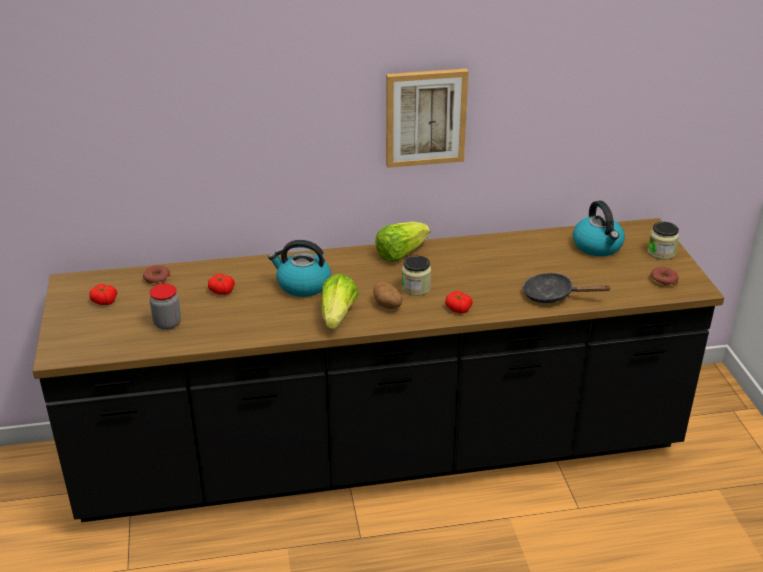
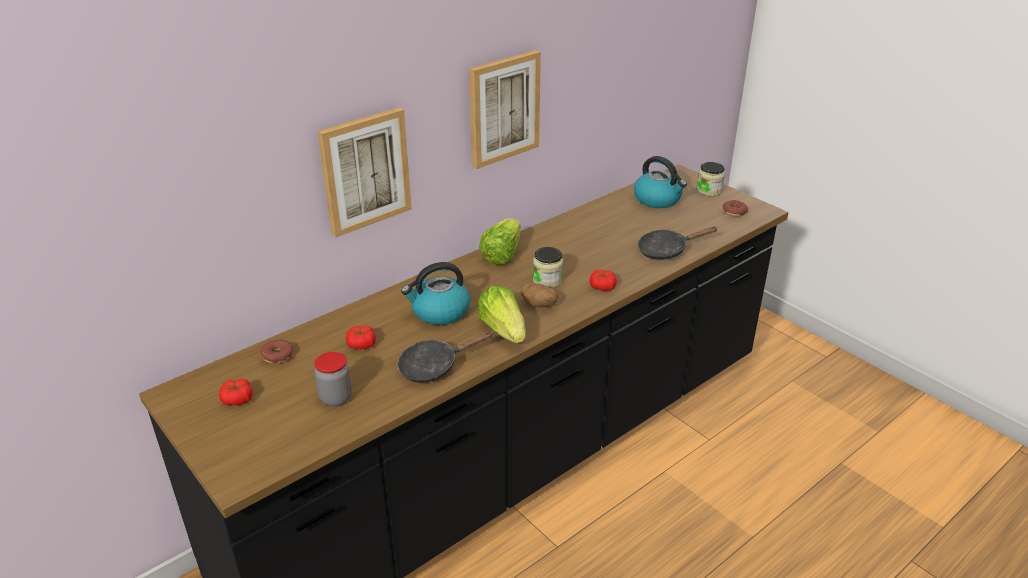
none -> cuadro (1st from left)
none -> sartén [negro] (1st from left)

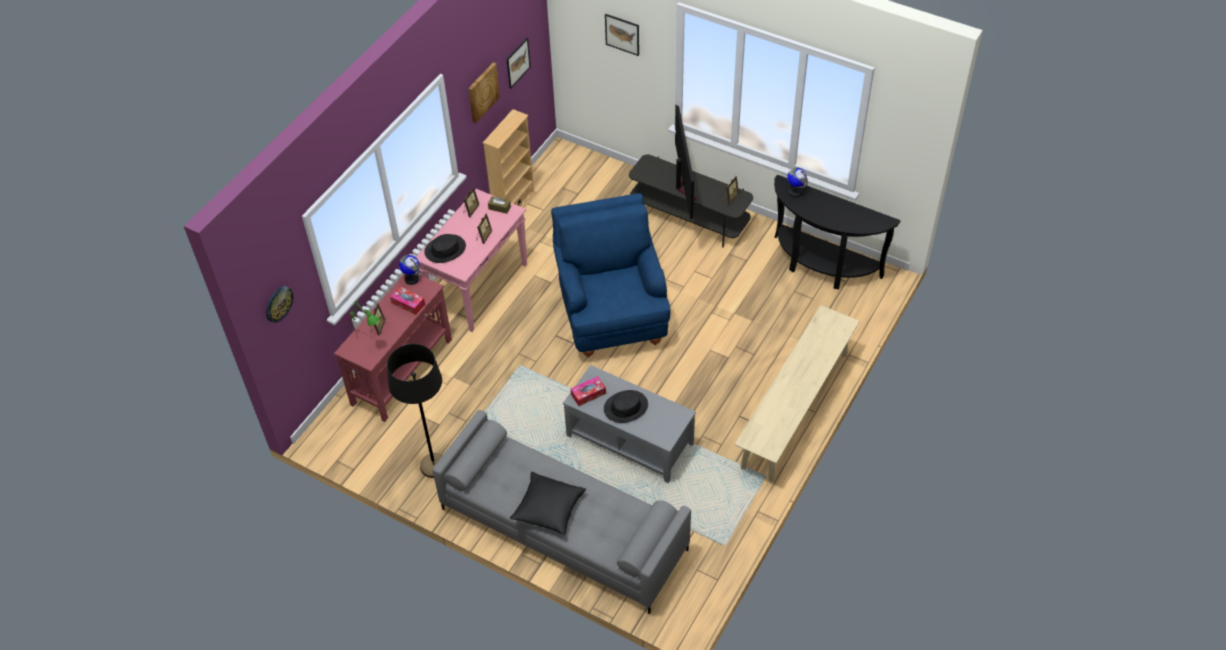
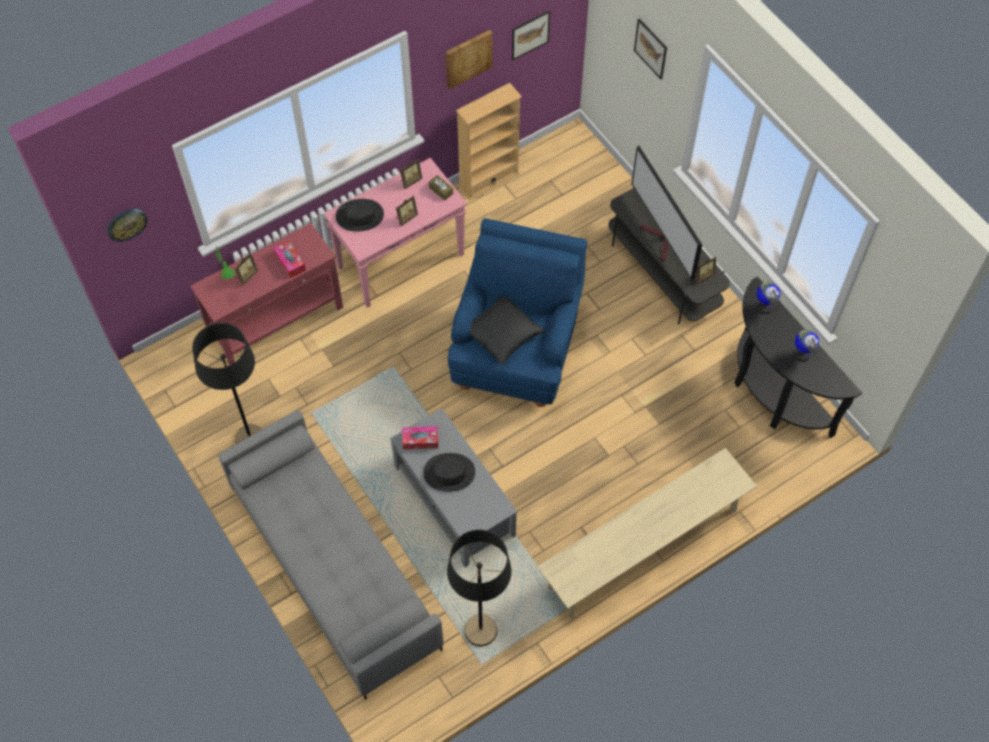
none -> lámpara de pie [negro] (2nd from left)
cojín [negro], moved
televisor, 135 degrees clockwise
globo terráqueo (1st from left in the first image) -> globo terráqueo (2nd from left), moved

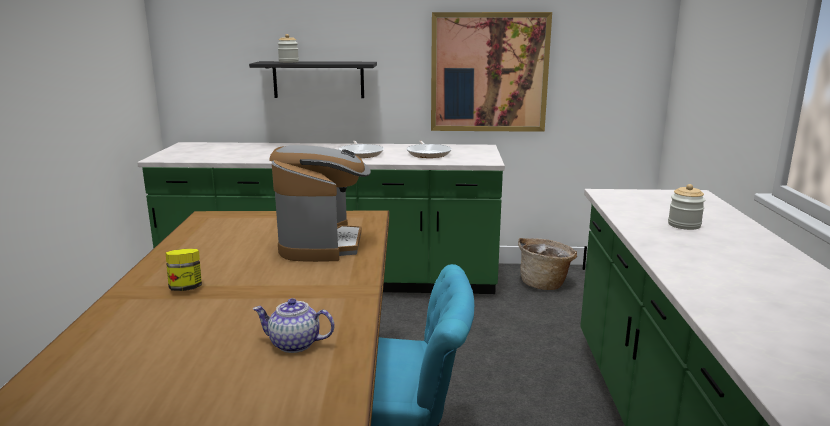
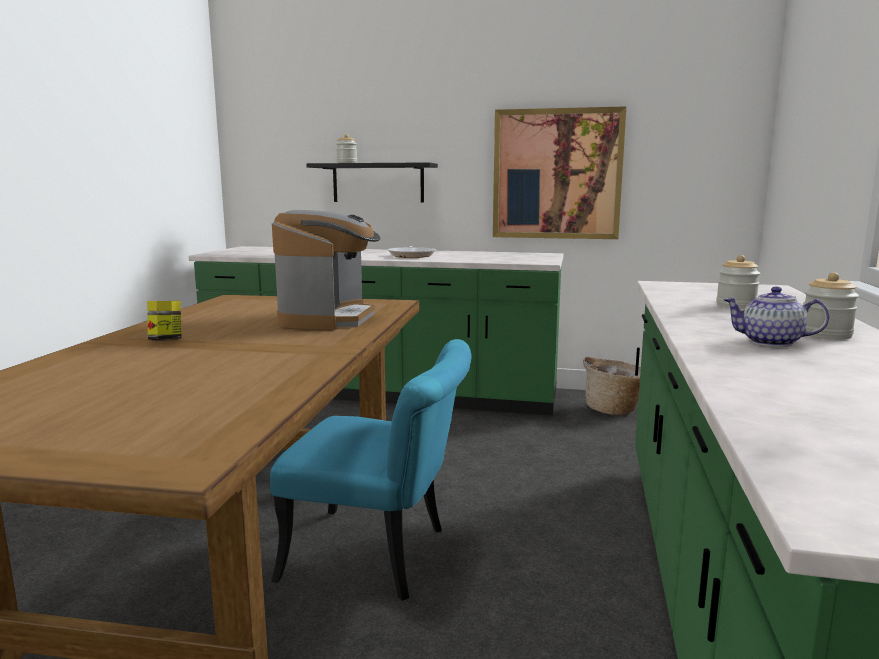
tetera, moved
none -> tarro (4th from left)
sartén (2nd from left) -> none

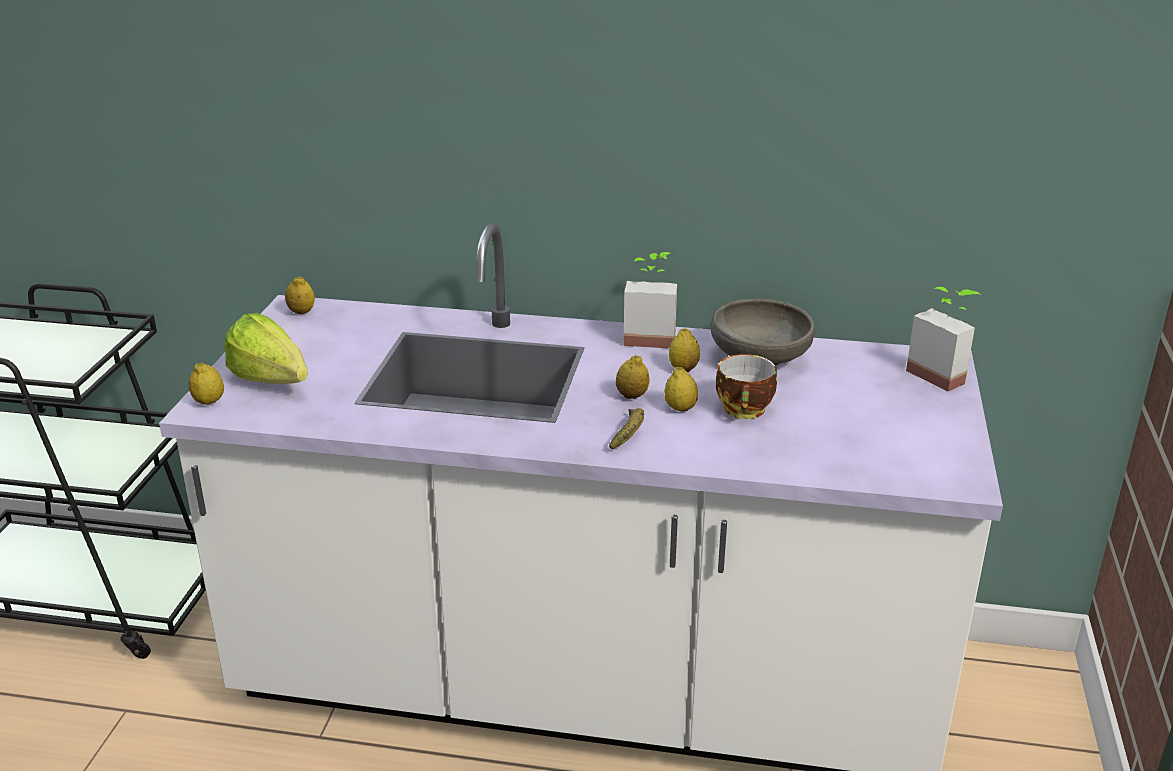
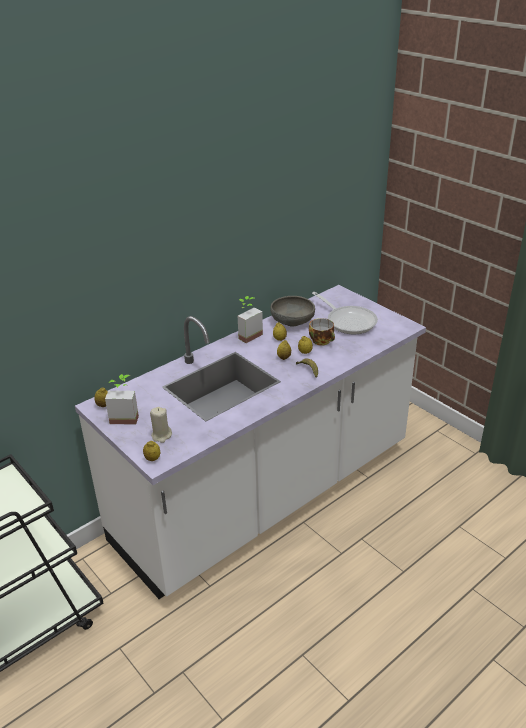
planta en maceta (2nd from left in the first image) -> planta en maceta (1st from left), moved
lechuga -> vela [beis]
none -> sartén

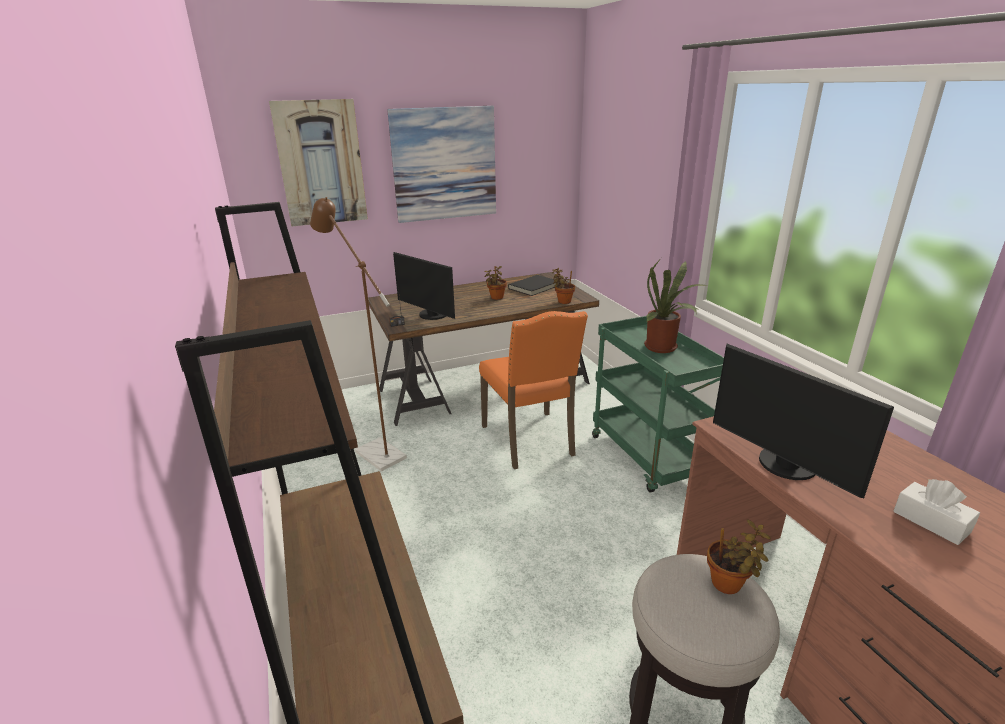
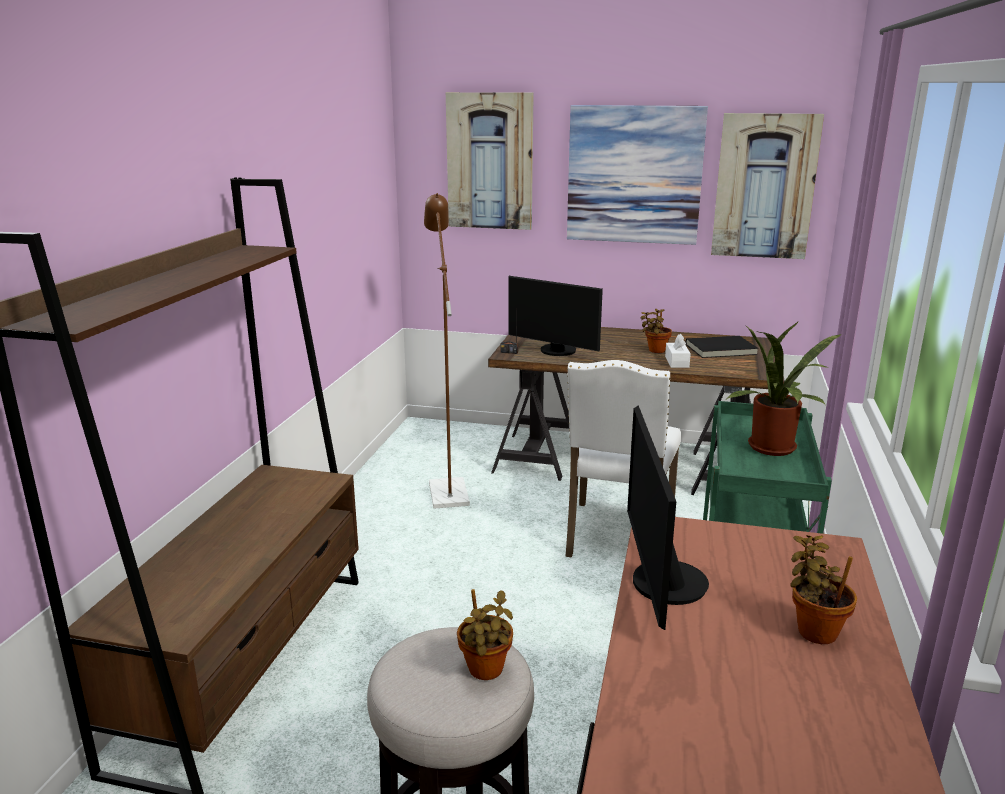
monitor (1st from left), 45 degrees counterclockwise
silla [naranja] -> silla [blanco]
caja de pañuelos [blanco], moved
none -> cuadro (3rd from left)
planta en maceta (2nd from left in the first image) -> planta en maceta (4th from left), moved

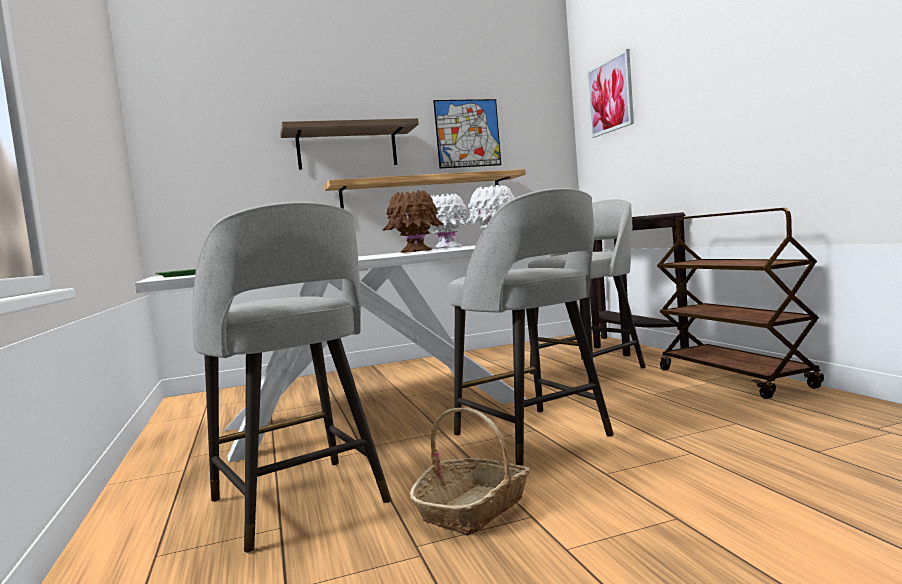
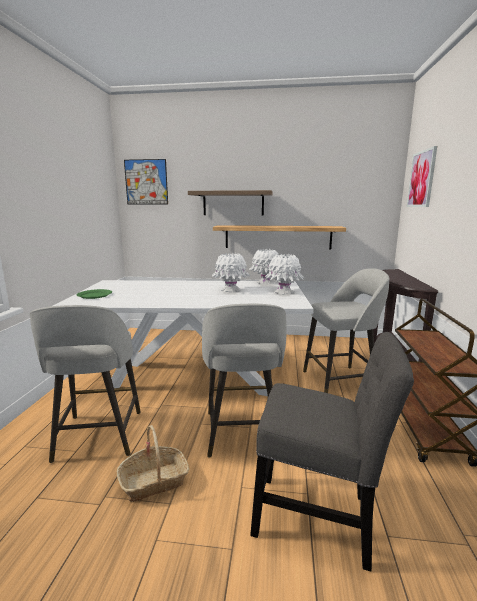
cuadro (1st from left), moved
florero [marrón] -> florero [blanco] (1st from left)
none -> silla [gris]

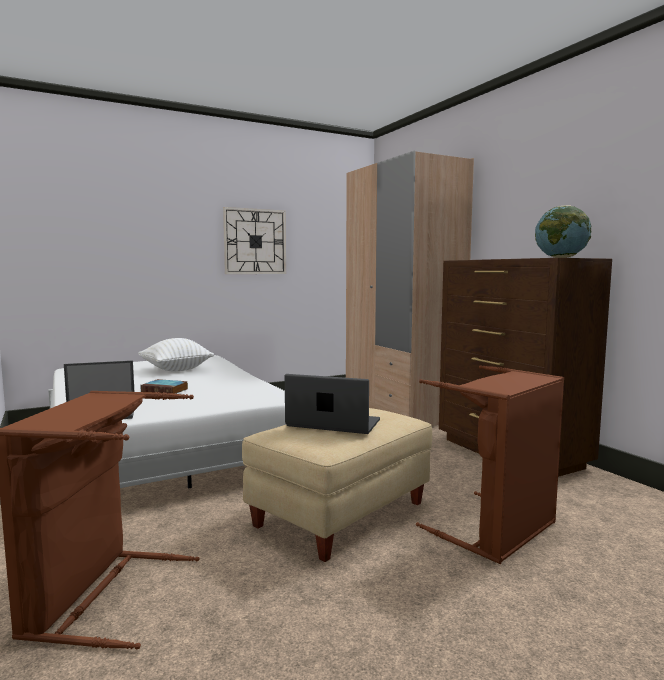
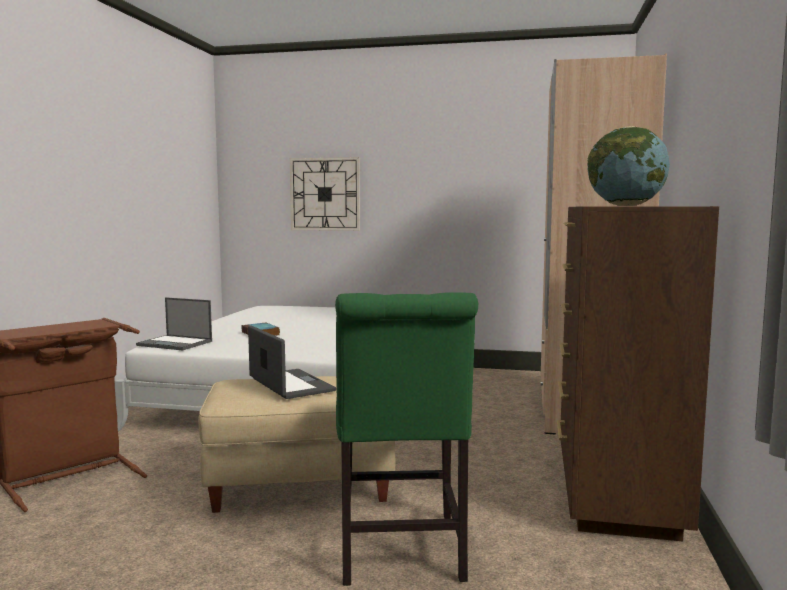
reloj de pared, moved
cesto de la ropa [marrón] (2nd from left) -> silla [verde]
cojín [blanco] -> none

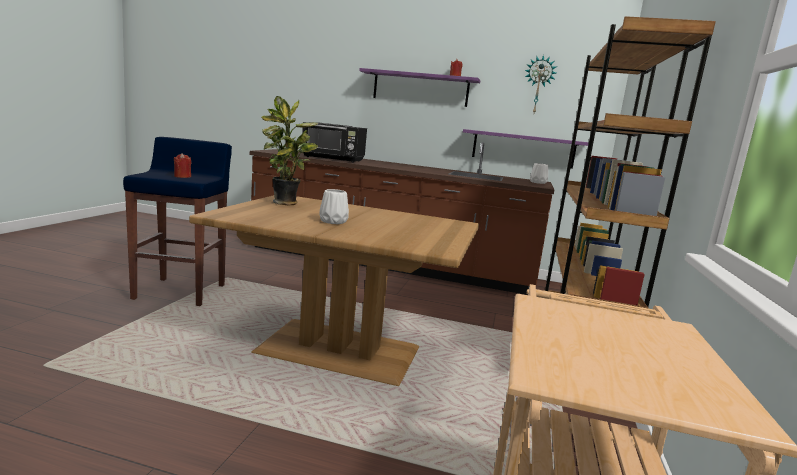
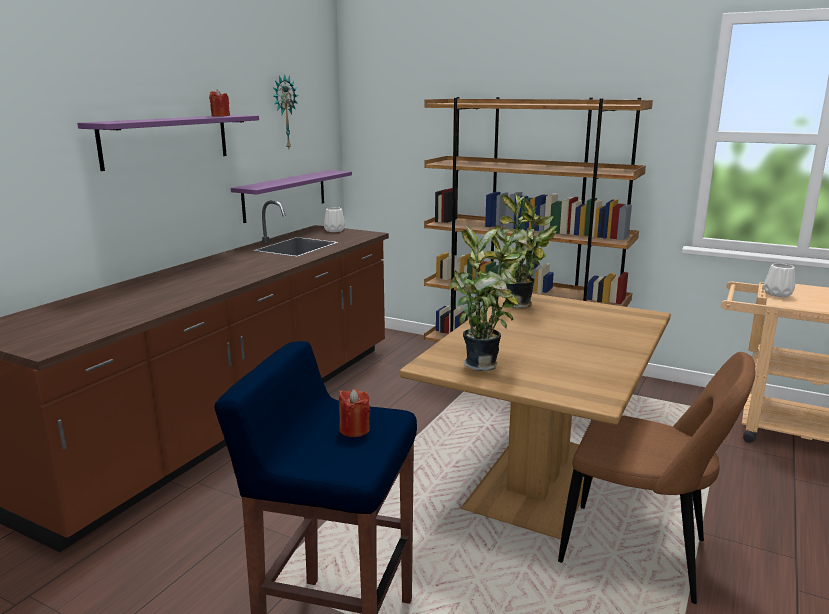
none -> planta en maceta (2nd from left)
none -> silla [marrón]
florero [blanco] (1st from left in the first image) -> florero [blanco] (2nd from left), moved
microondas [negro] -> none

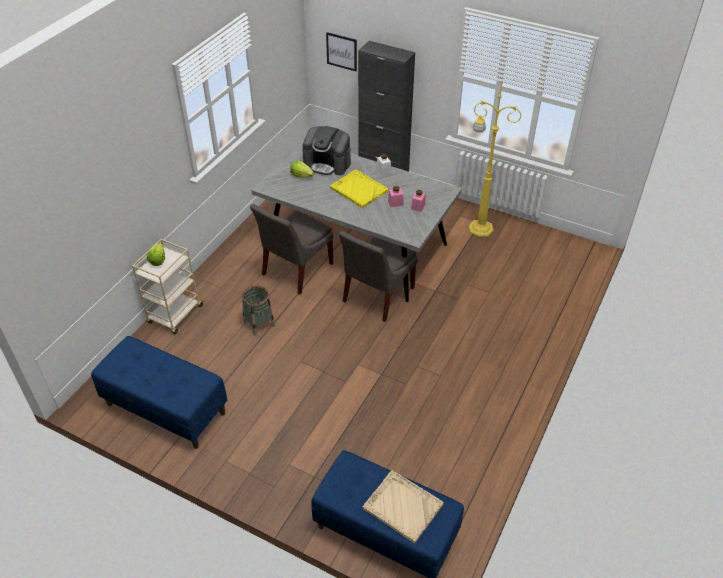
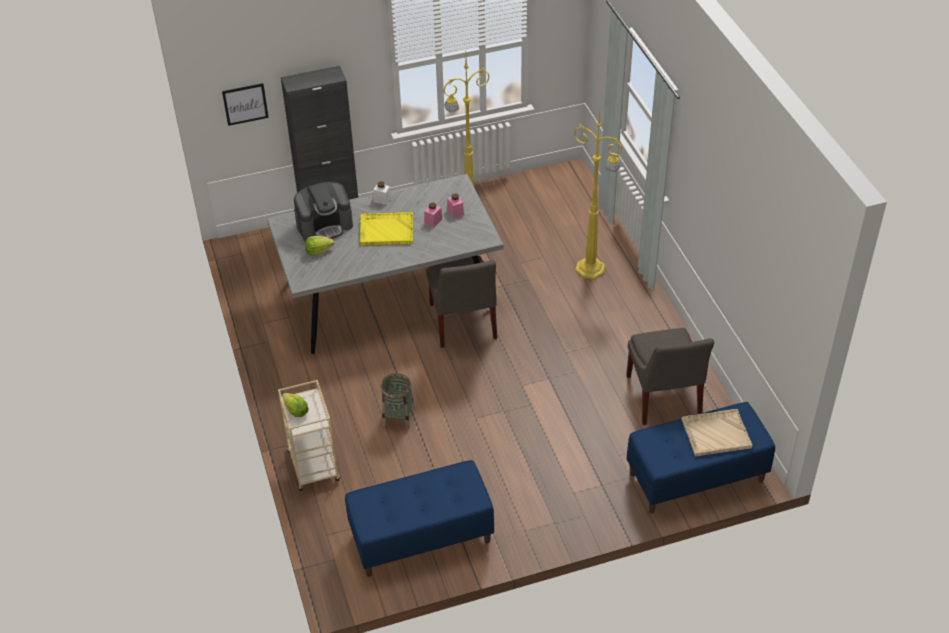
none -> lámpara de pie [amarillo] (2nd from left)
silla [gris] (1st from left in the first image) -> silla [gris] (2nd from left), moved

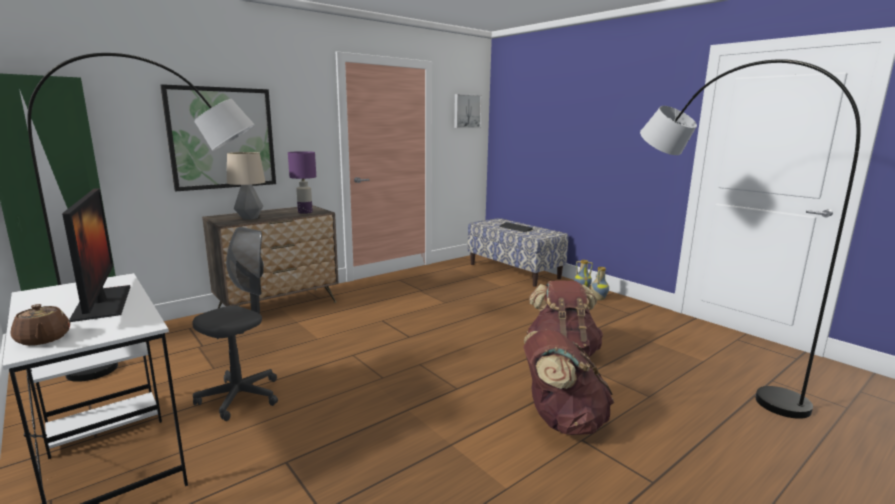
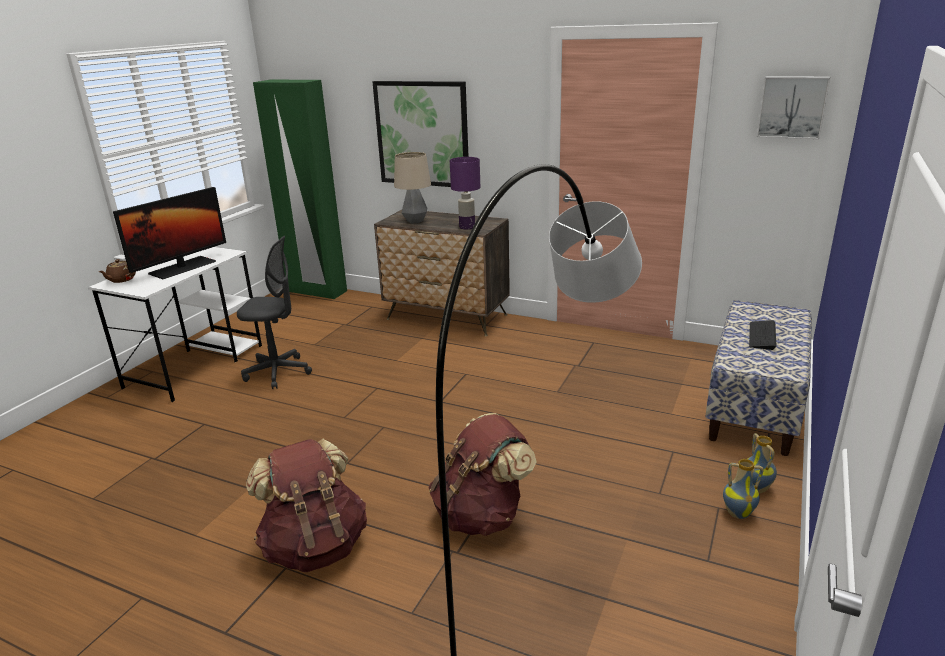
lámpara de pie [gris] (1st from left) -> none

